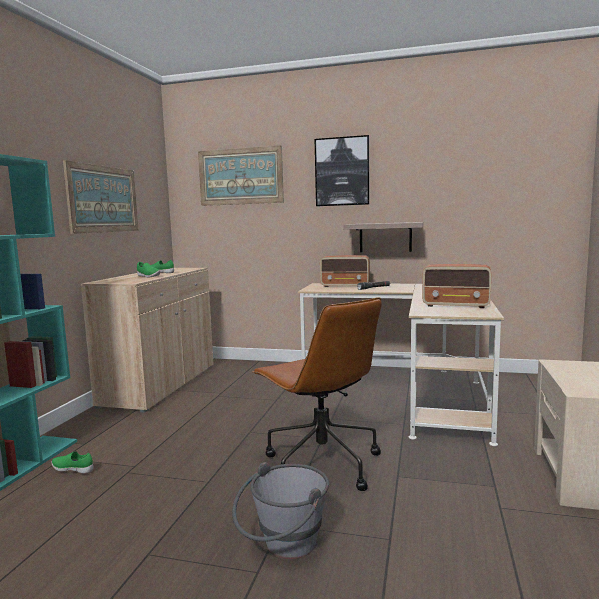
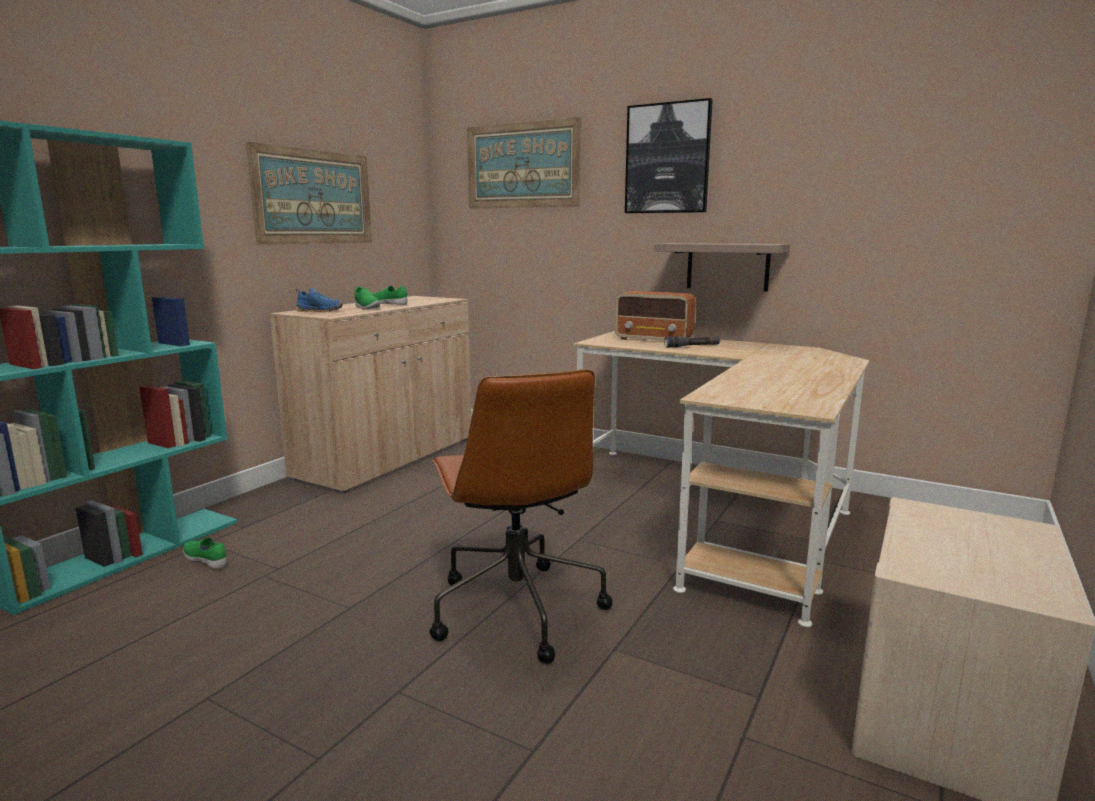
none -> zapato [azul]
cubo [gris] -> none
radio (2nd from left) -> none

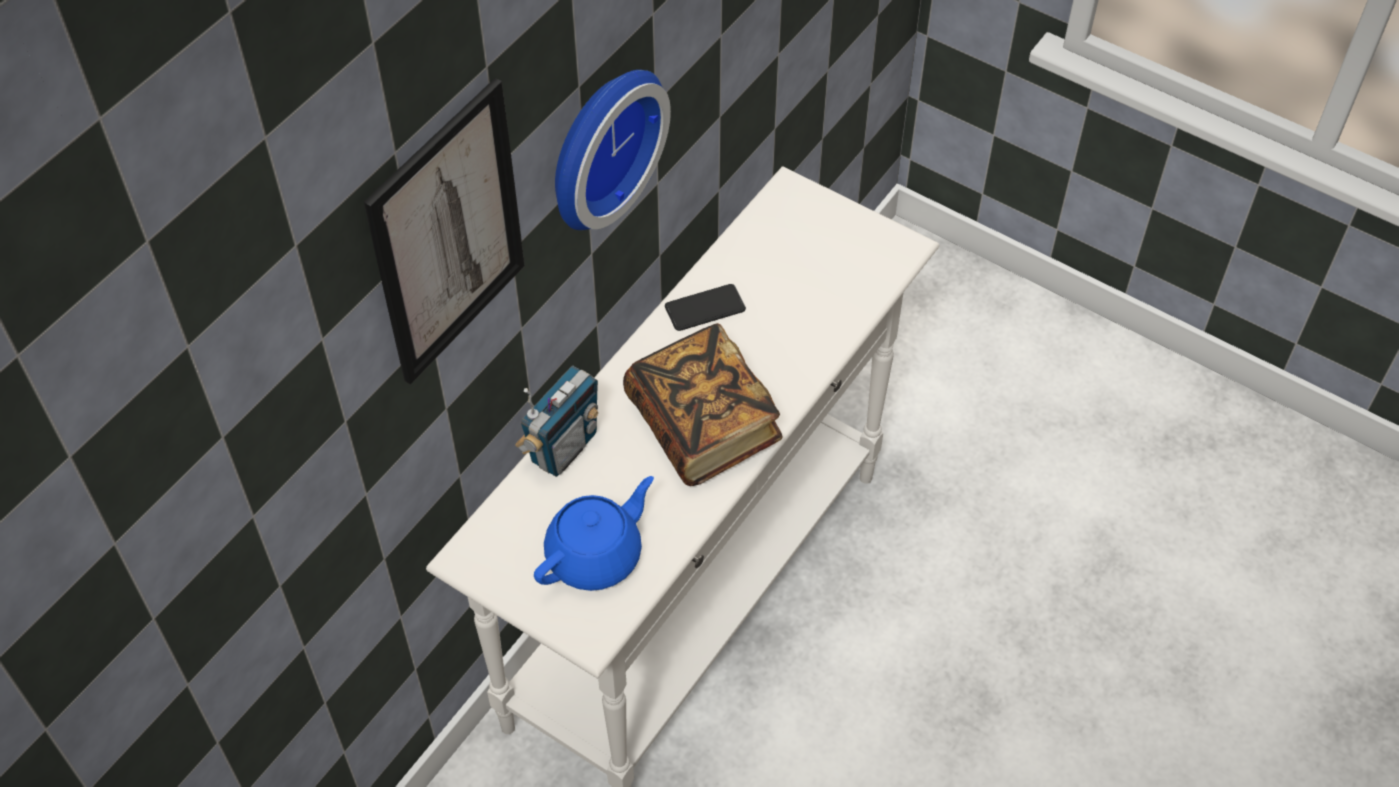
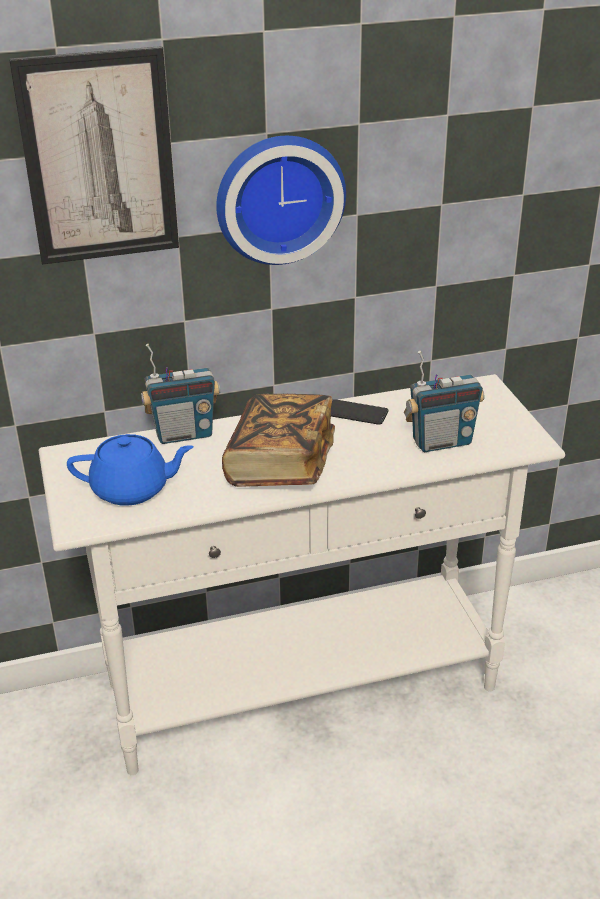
none -> radio (2nd from left)

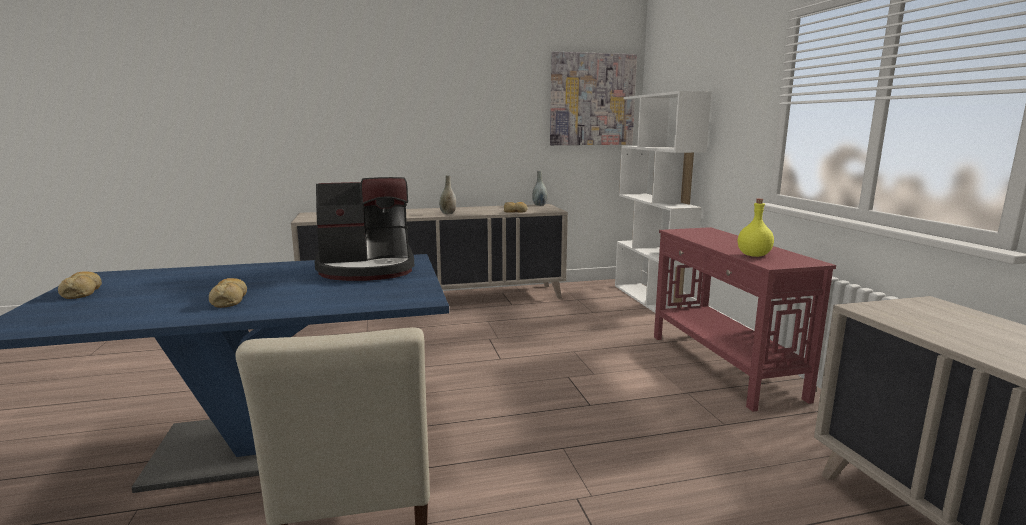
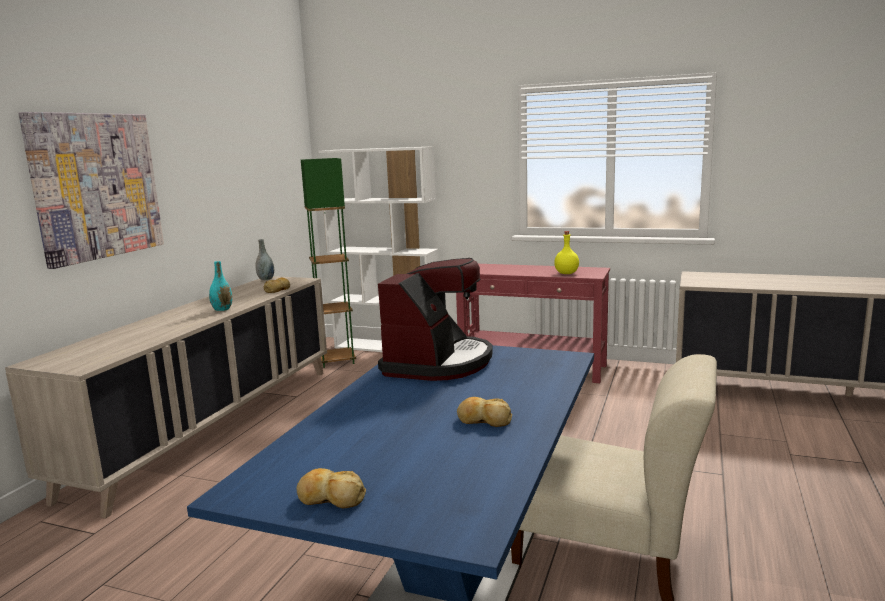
cuadro, moved
florero [gris] (1st from left) -> florero [turquesa]
none -> lámpara de pie [verde]

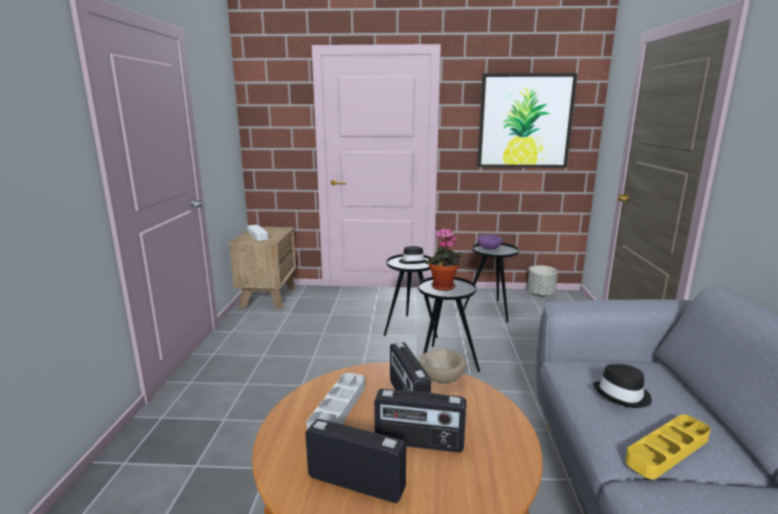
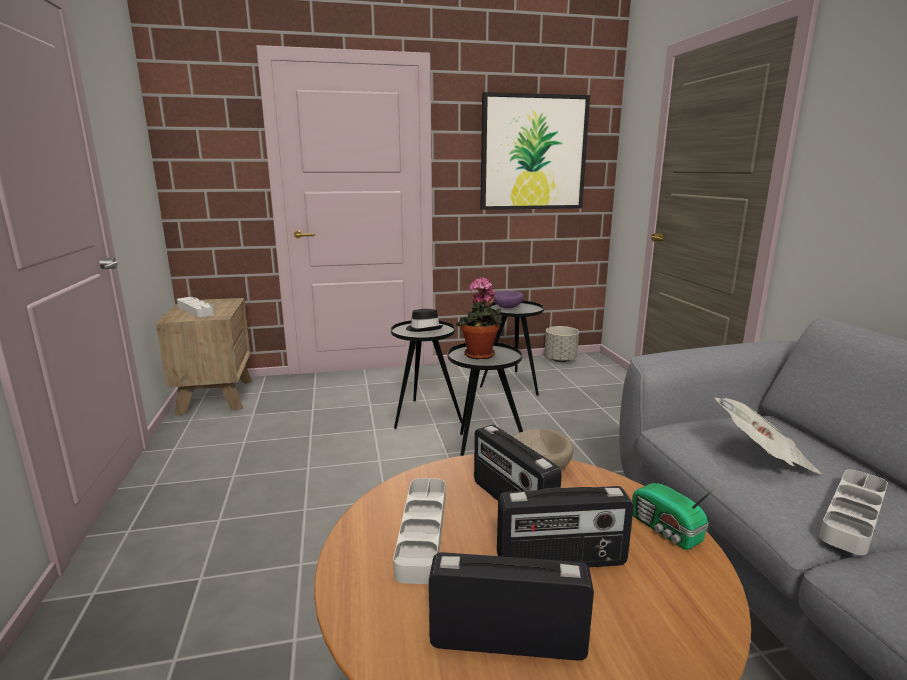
none -> radio (4th from left)
sombrero [negro] (2nd from left) -> periódico
bandeja [amarillo] -> bandeja [gris] (3rd from left)

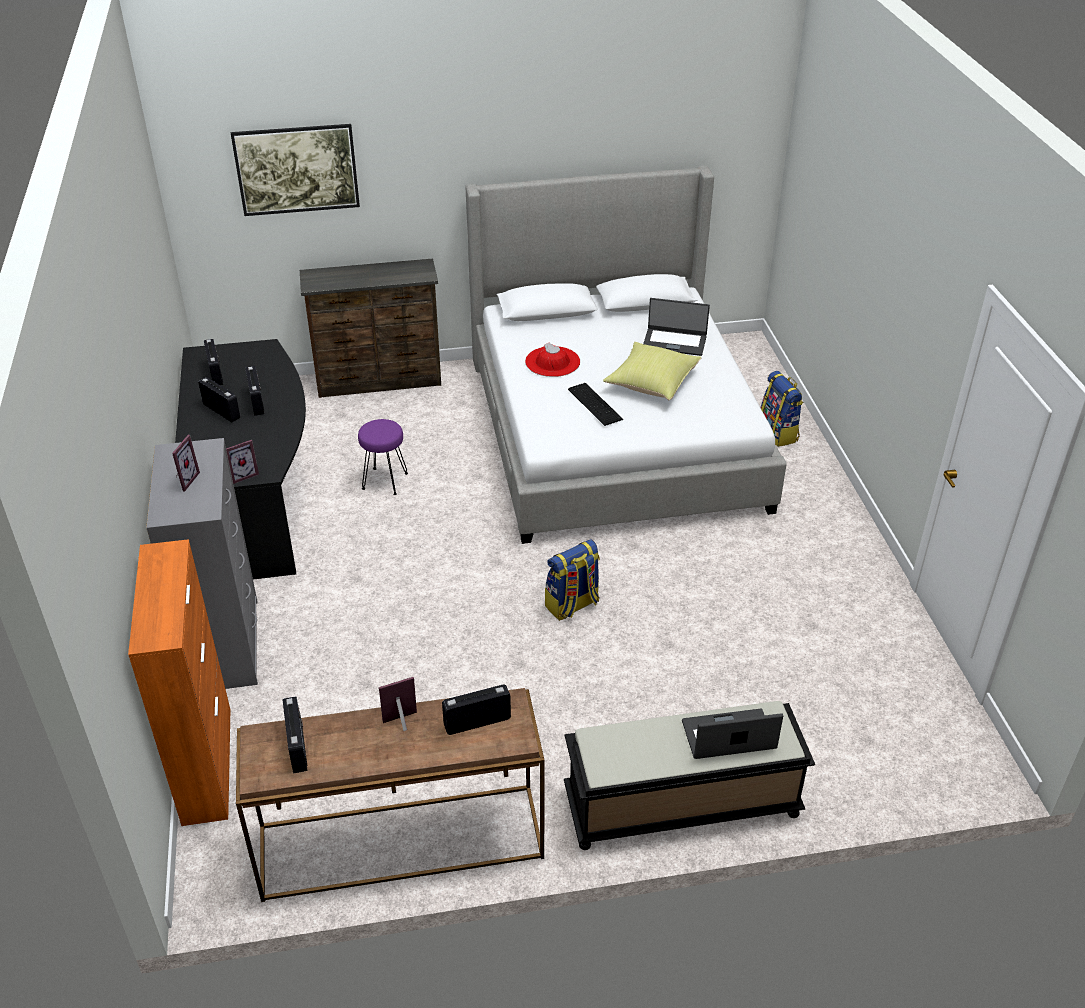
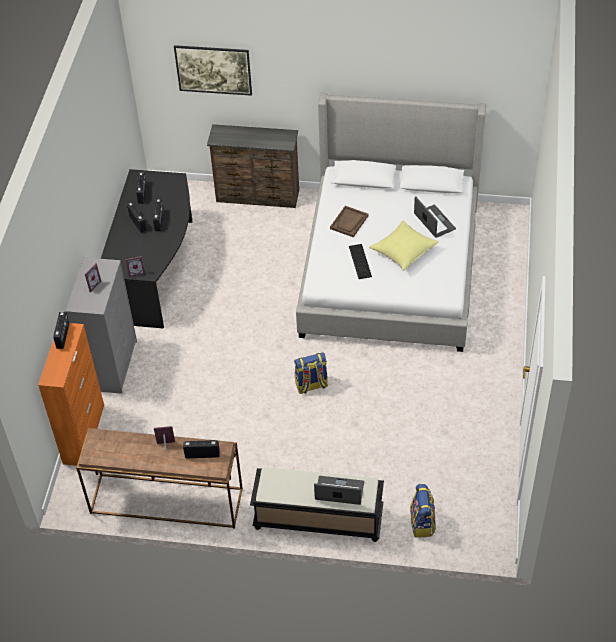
radio (4th from left in the first image) -> radio (1st from left), moved
sombrero [rojo] -> bandeja [marrón]
mochila (2nd from left), moved
portátil (1st from left in the first image) -> portátil (2nd from left), 150 degrees counterclockwise
taburete [morado] -> none

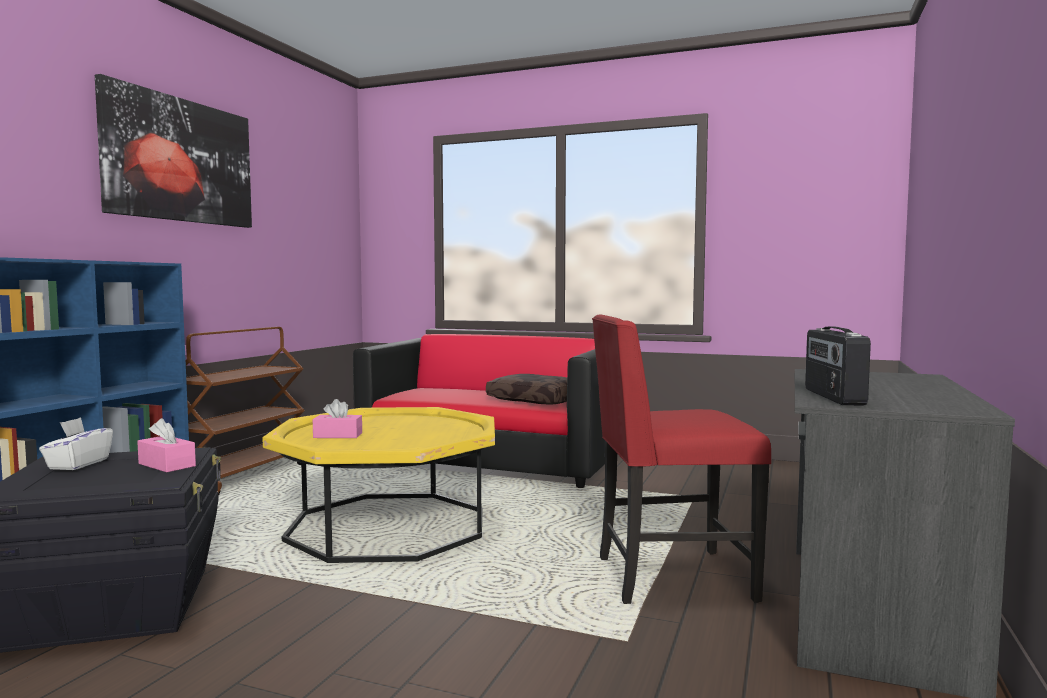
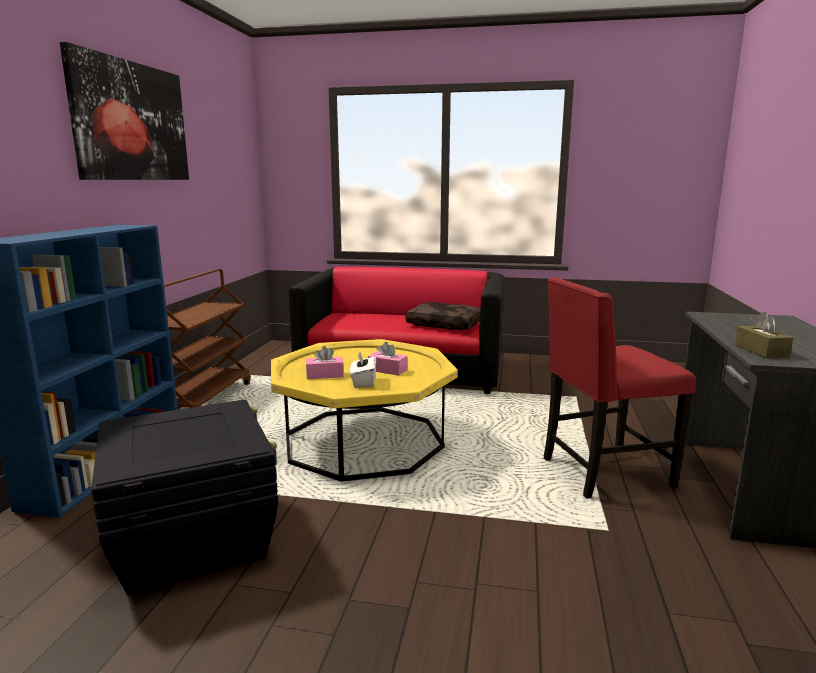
caja de pañuelos [blanco], moved
caja de pañuelos [rosa] (1st from left in the first image) -> caja de pañuelos [rosa] (2nd from left), moved
radio -> caja de pañuelos [marrón]

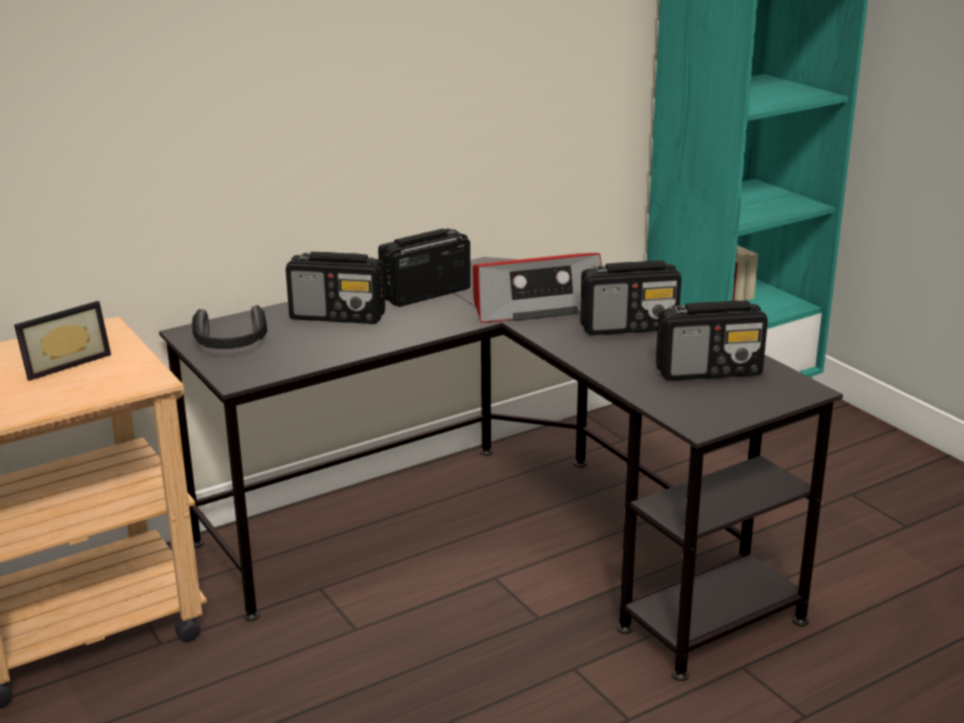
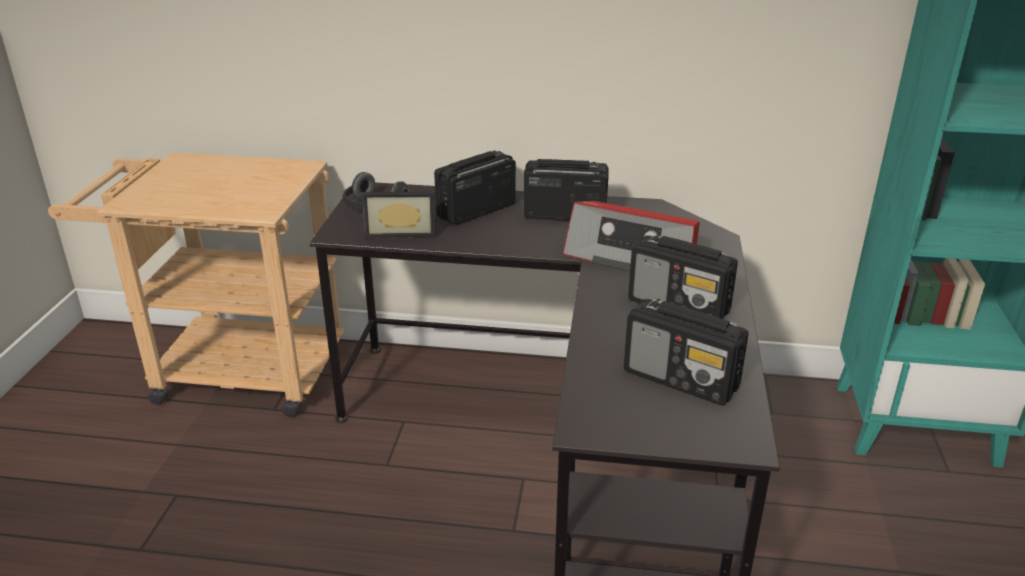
portarretratos, moved
radio (1st from left), 90 degrees clockwise

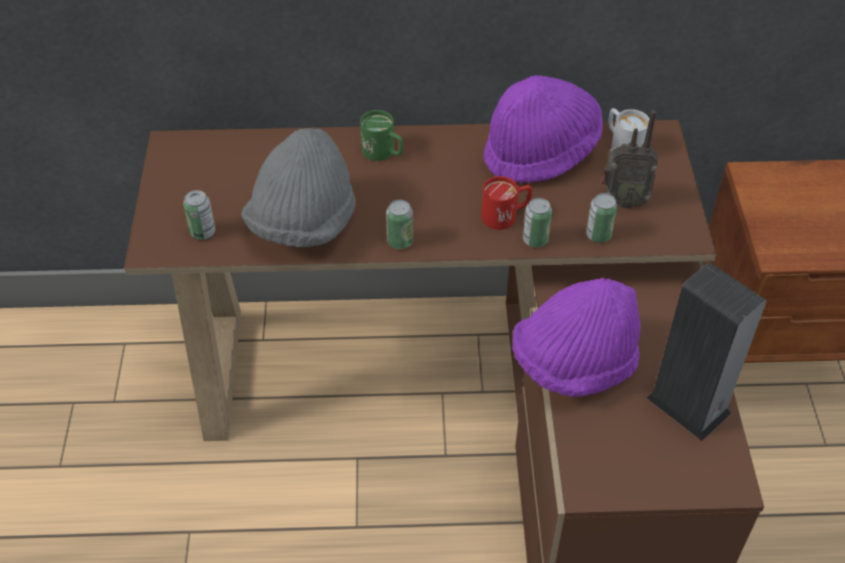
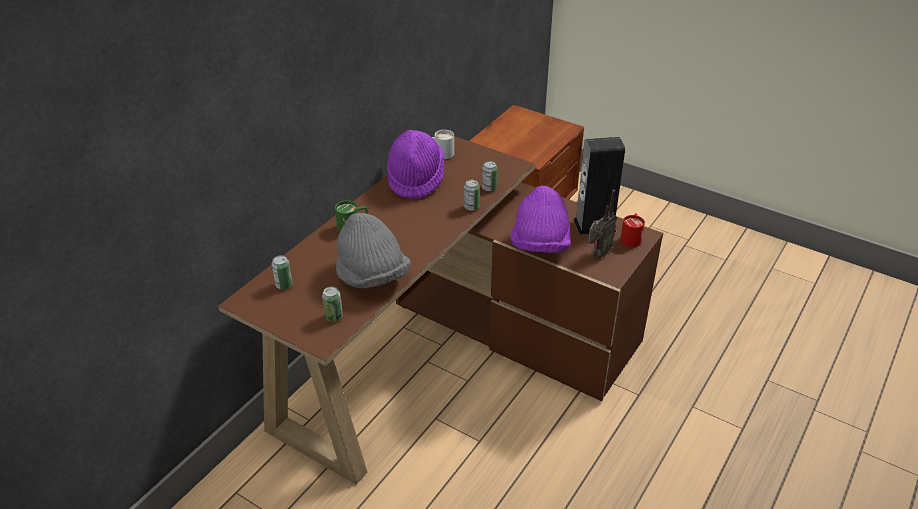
lata (2nd from left in the first image) -> lata (1st from left), moved
radio, moved
taza grande [rojo], moved

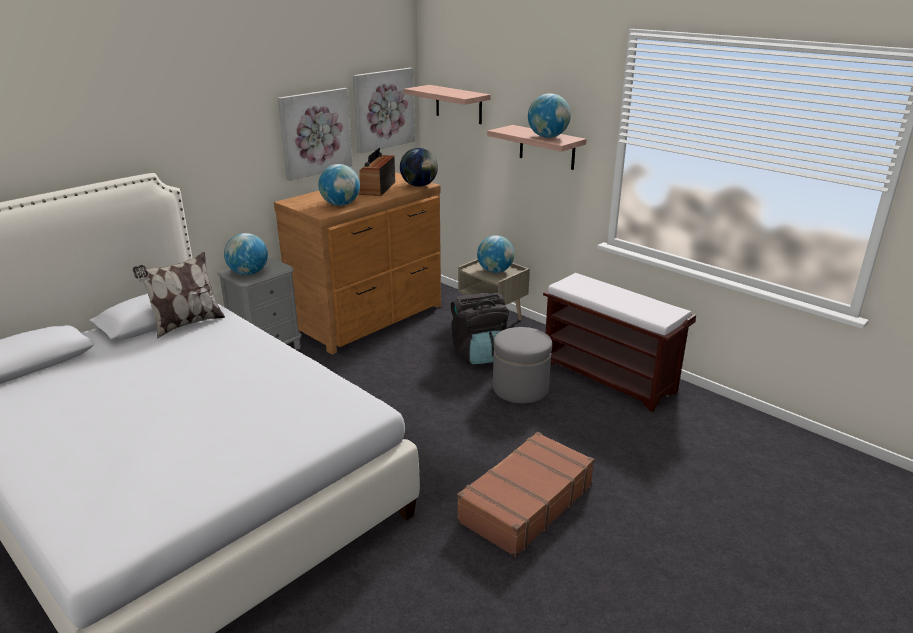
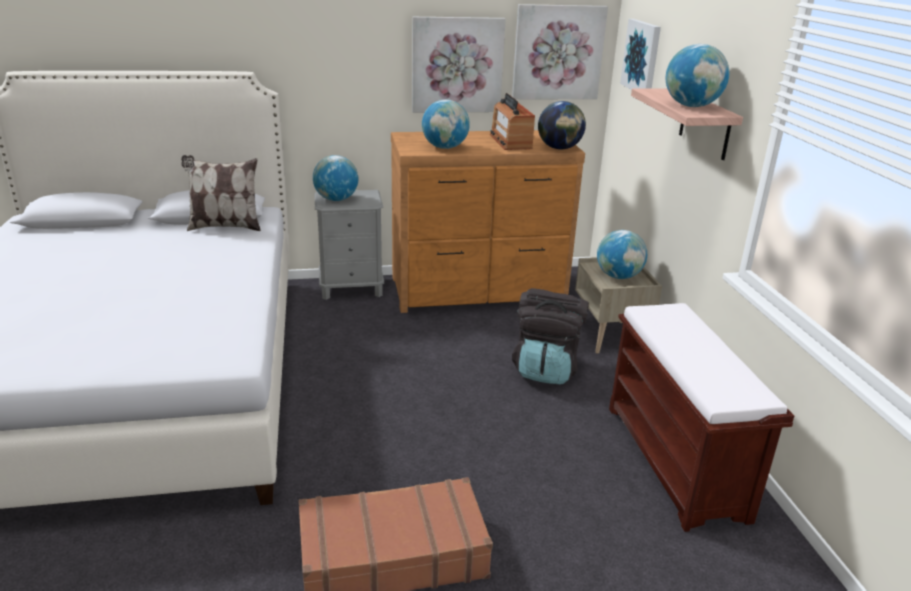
radio, 60 degrees counterclockwise
estante (1st from left) -> cuadro (3rd from left)
puf [gris] -> none

